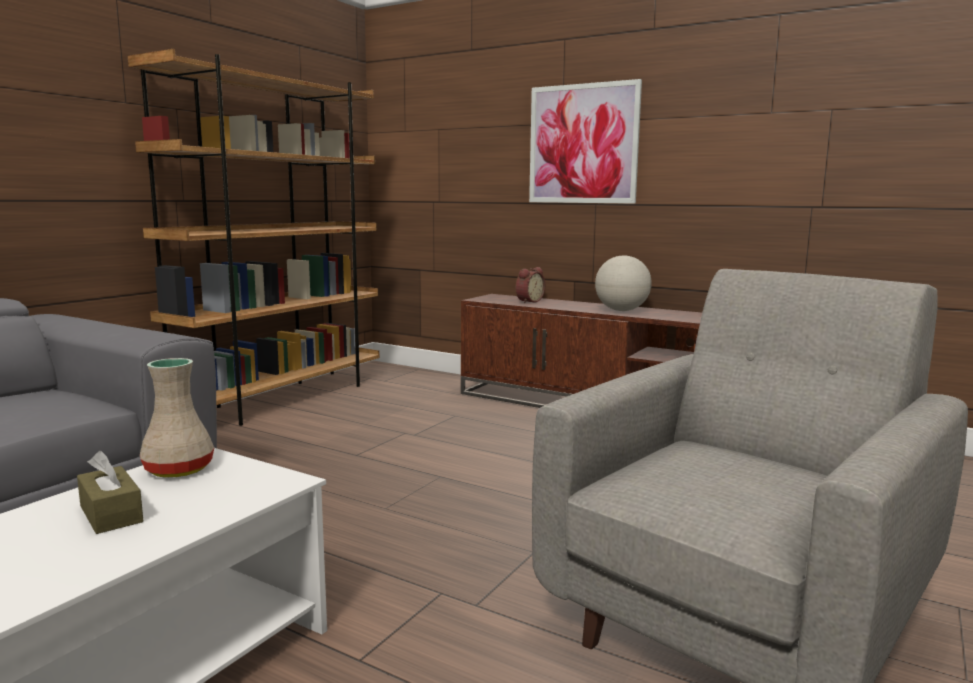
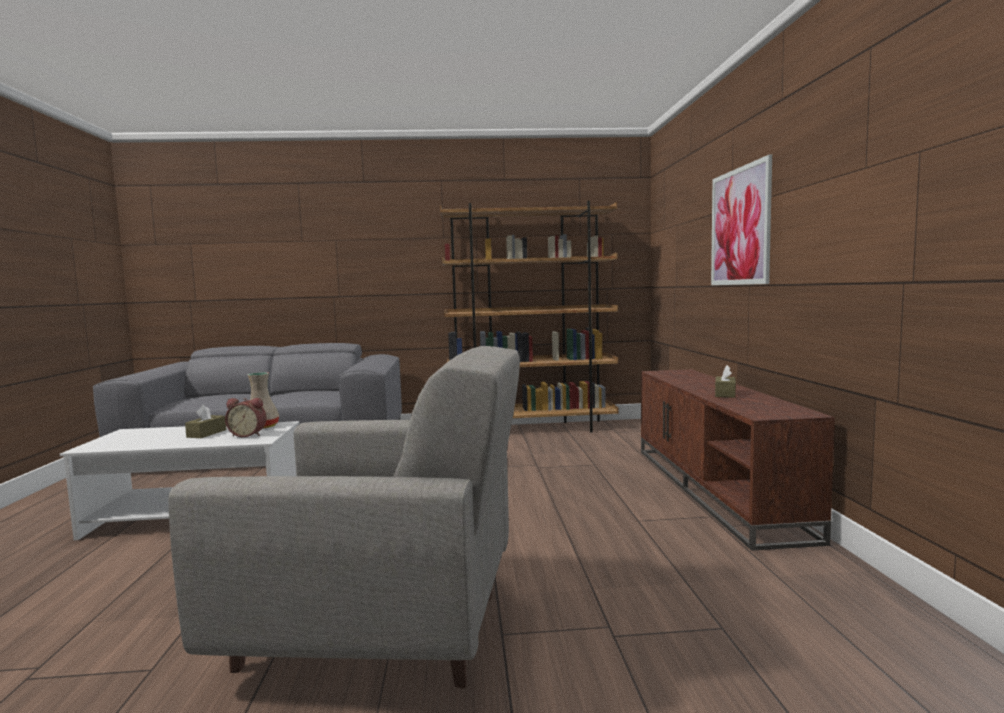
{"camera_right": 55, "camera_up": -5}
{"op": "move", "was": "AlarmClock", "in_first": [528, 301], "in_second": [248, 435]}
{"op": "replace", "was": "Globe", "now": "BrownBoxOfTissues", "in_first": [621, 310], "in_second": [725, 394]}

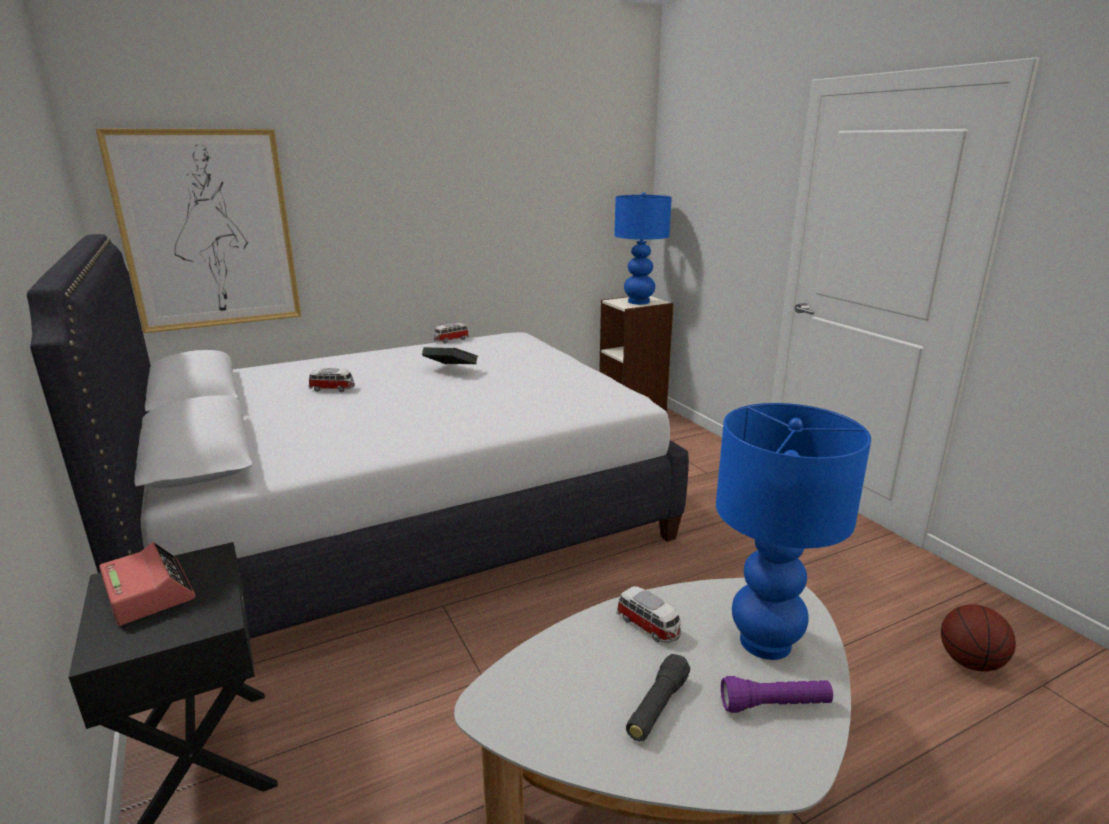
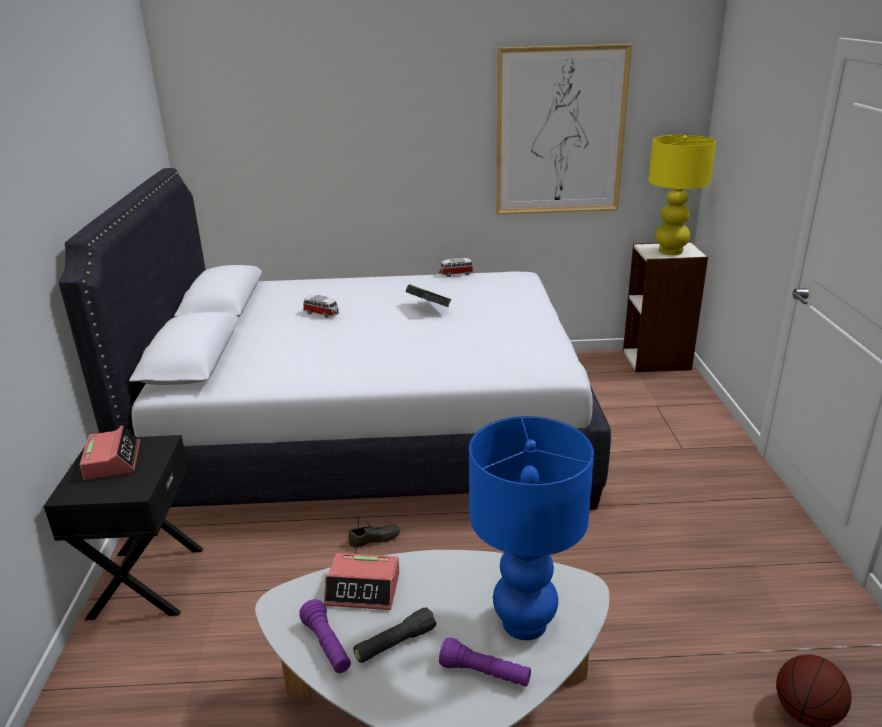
{"camera_right": 25, "camera_up": 5}
{"op": "insert", "now": "PurplishHandTorch", "in_second": [327, 646]}
{"op": "insert", "now": "AlarmClock", "in_second": [363, 589]}
{"op": "insert", "now": "GreyShoe", "in_second": [375, 540]}
{"op": "move", "was": "WallArt", "in_first": [208, 231], "in_second": [560, 132]}
{"op": "recolor", "was": "BluishTabletopLamp", "now": "YellowishTabletopLamp", "in_first": [639, 302], "in_second": [671, 251]}
{"op": "delete", "was": "ModelCar", "in_first": [649, 626]}

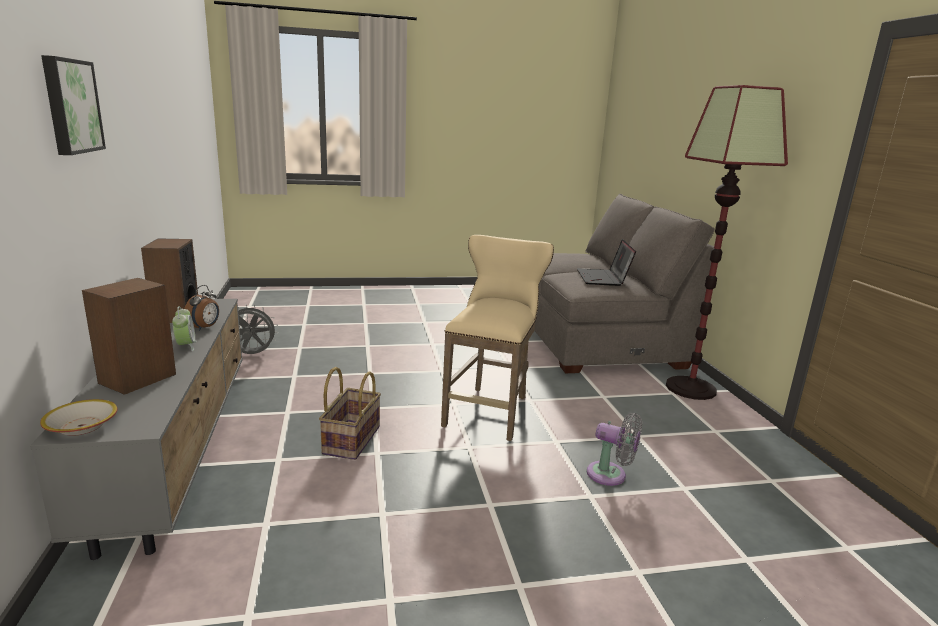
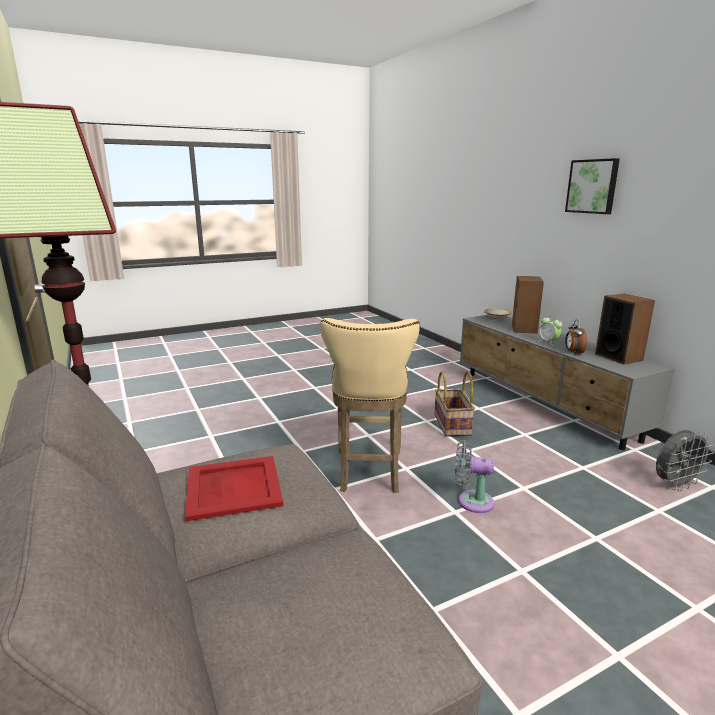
{"camera_right": 165, "camera_up": 0}
{"op": "replace", "was": "Laptop", "now": "RedTray", "in_first": [603, 278], "in_second": [232, 487]}
{"op": "move", "was": "GreyElectricFan", "in_first": [610, 475], "in_second": [471, 501]}

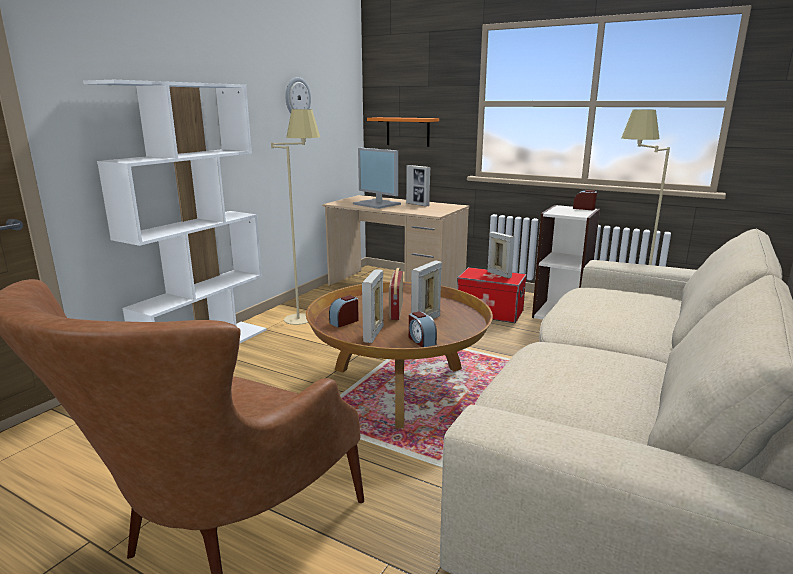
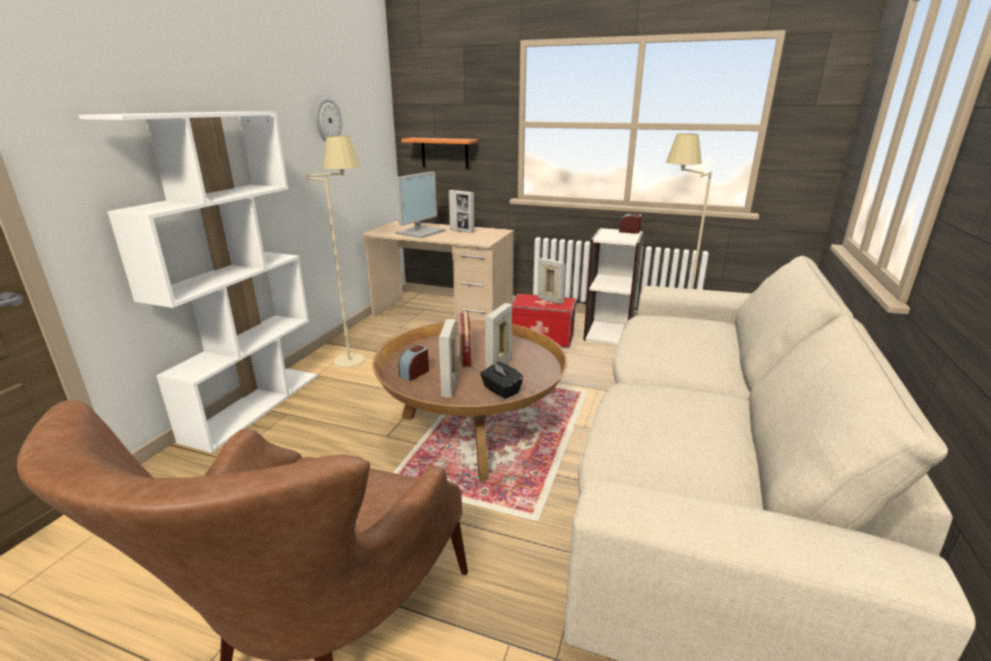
{"camera_right": -10, "camera_up": 5}
{"op": "rotate", "was": "Monitor", "in_first": [378, 204], "in_second": [420, 232], "clockwise": -90}
{"op": "replace", "was": "AlarmClock", "now": "BlackColouredBoxOfTissues", "in_first": [421, 340], "in_second": [501, 390]}

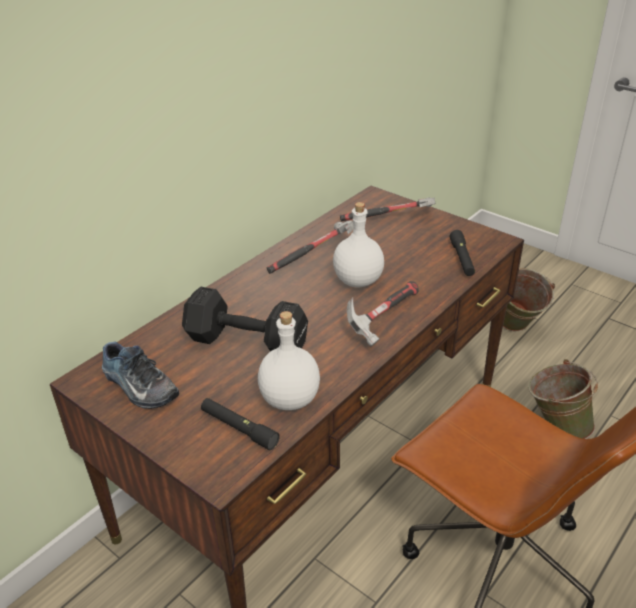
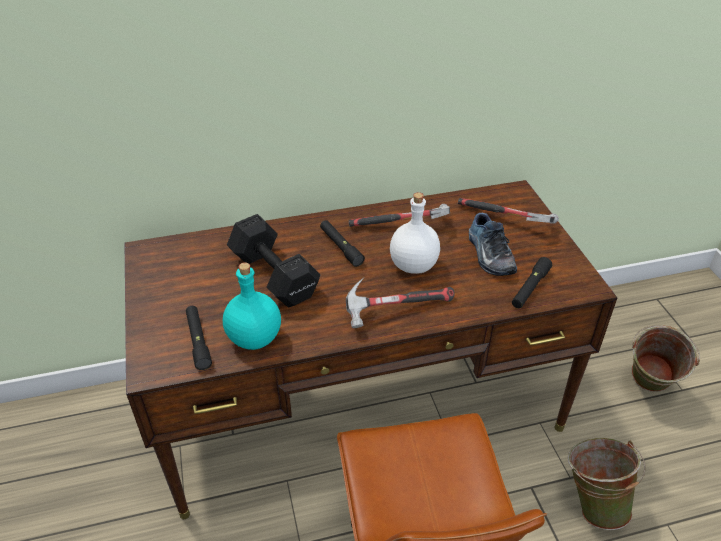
{"camera_right": 35, "camera_up": 5}
{"op": "recolor", "was": "WhiteColouredBeverageBottle", "now": "TurquoiseBeverageBottle", "in_first": [291, 399], "in_second": [255, 339]}
{"op": "insert", "now": "BlackColouredHandTorch", "in_second": [341, 247]}
{"op": "move", "was": "Shoe", "in_first": [138, 387], "in_second": [488, 254]}

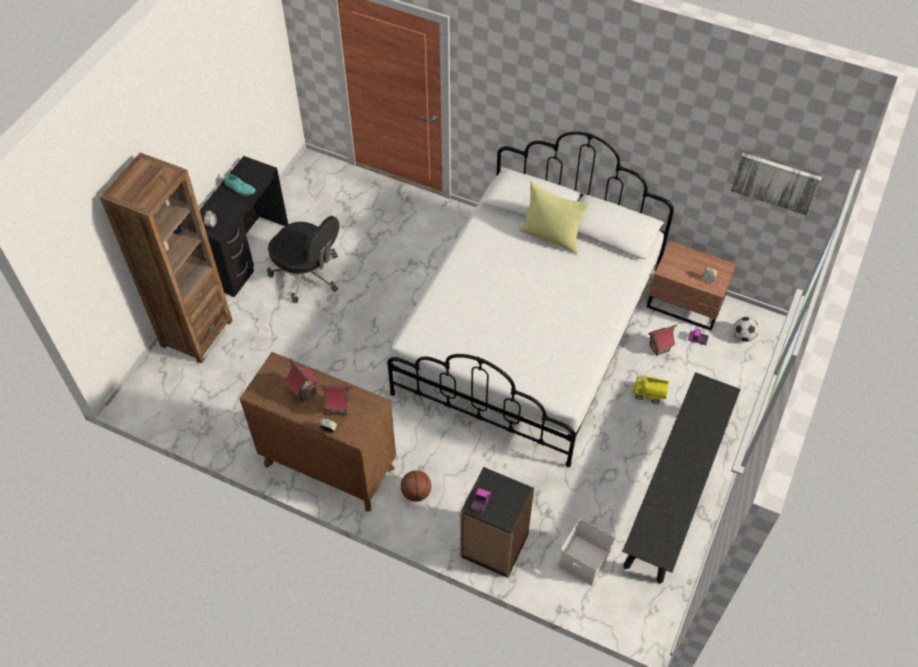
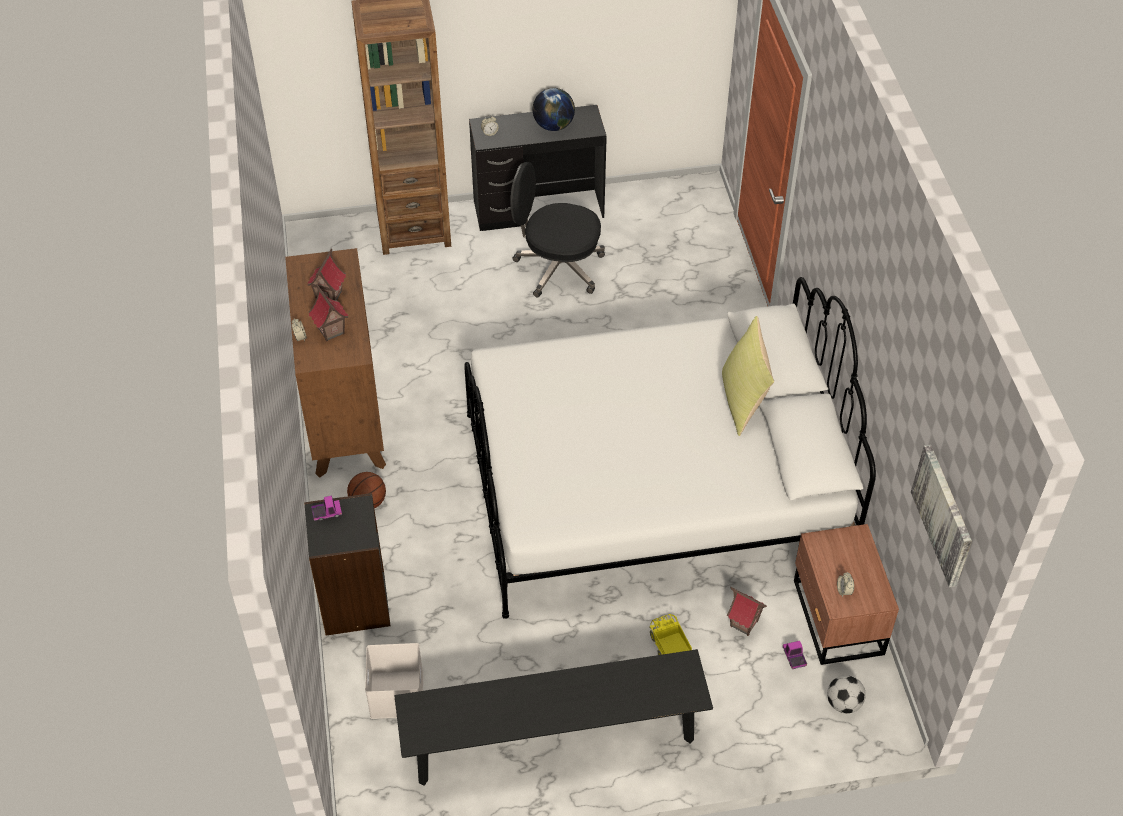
{"camera_right": 55, "camera_up": -5}
{"op": "rotate", "was": "BlackColouredDeskChair", "in_first": [308, 275], "in_second": [557, 267], "clockwise": 105}
{"op": "replace", "was": "TurquoiseShoe", "now": "Globe", "in_first": [240, 188], "in_second": [553, 126]}

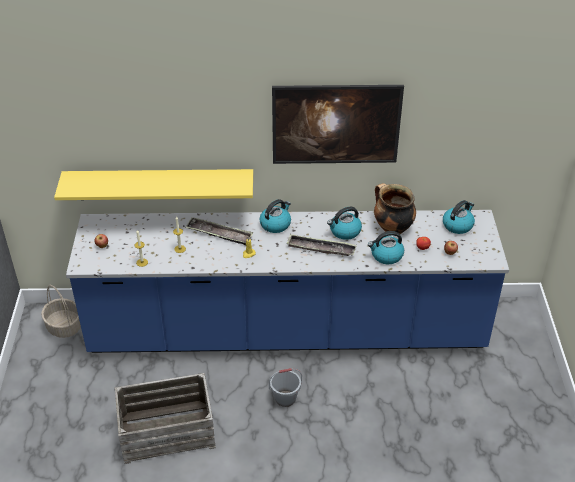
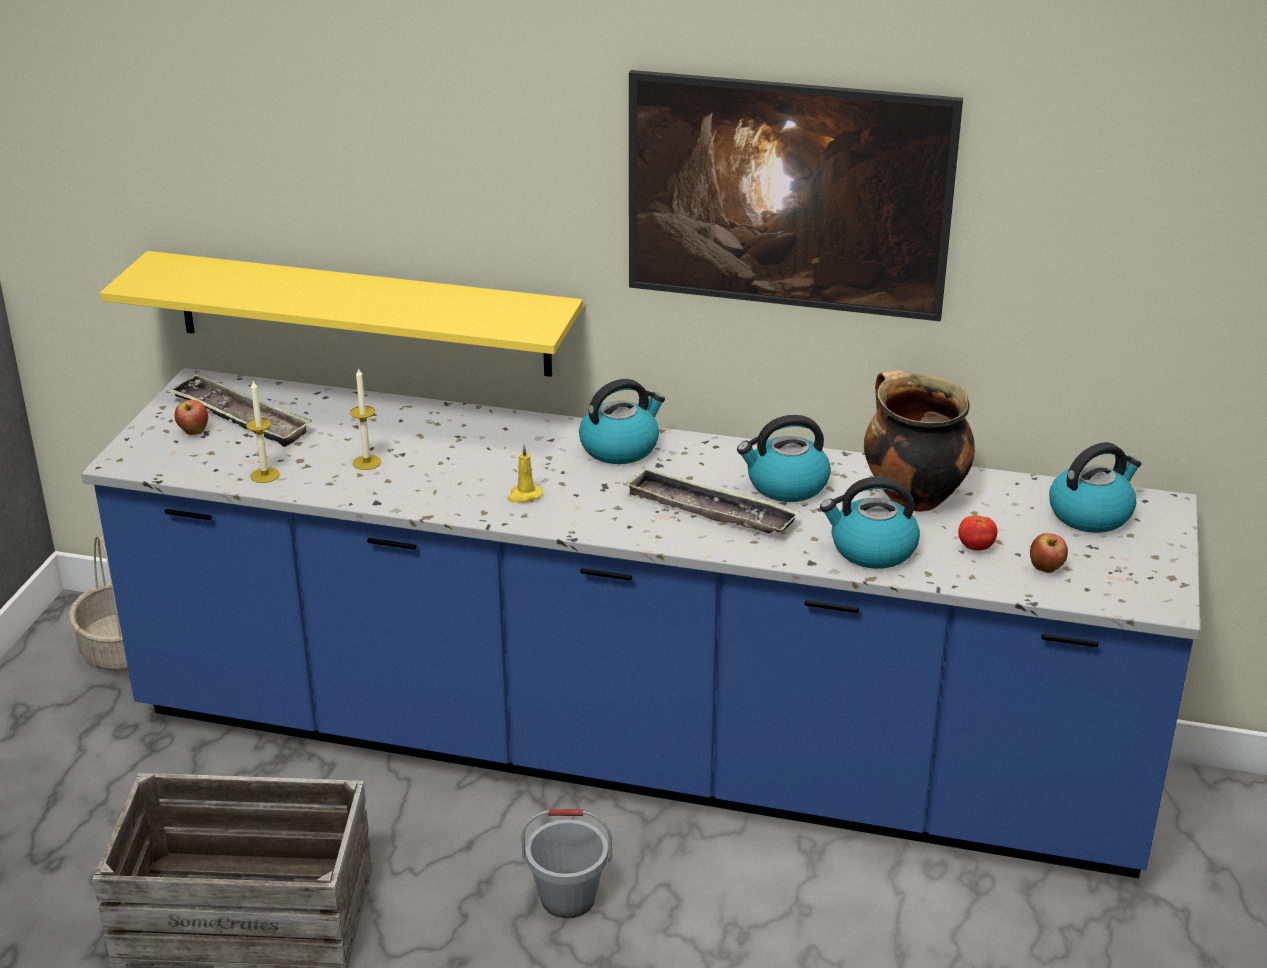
{"camera_right": 15, "camera_up": -10}
{"op": "move", "was": "Tray", "in_first": [219, 234], "in_second": [240, 418]}

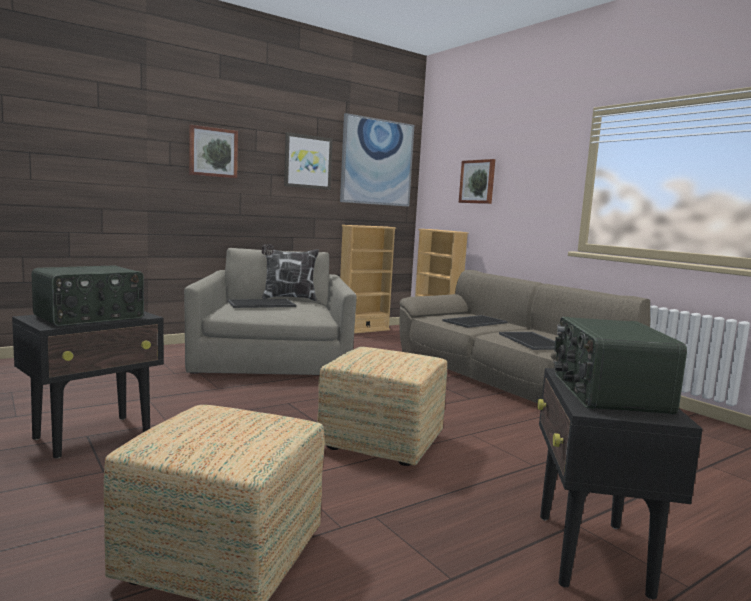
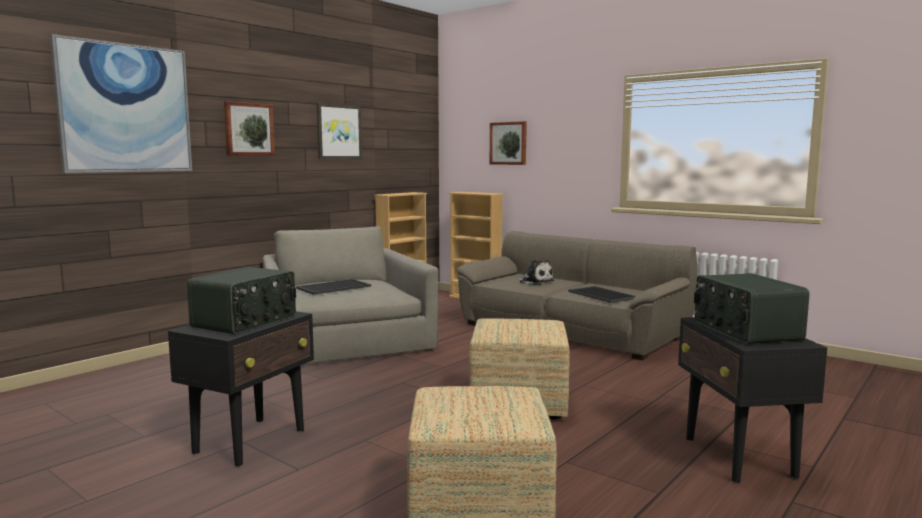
{"camera_right": -15, "camera_up": 0}
{"op": "move", "was": "WallArt", "in_first": [377, 162], "in_second": [125, 108]}
{"op": "replace", "was": "Tray", "now": "CuddlyToy", "in_first": [474, 321], "in_second": [535, 282]}
{"op": "delete", "was": "ThrowPillow", "in_first": [288, 298]}

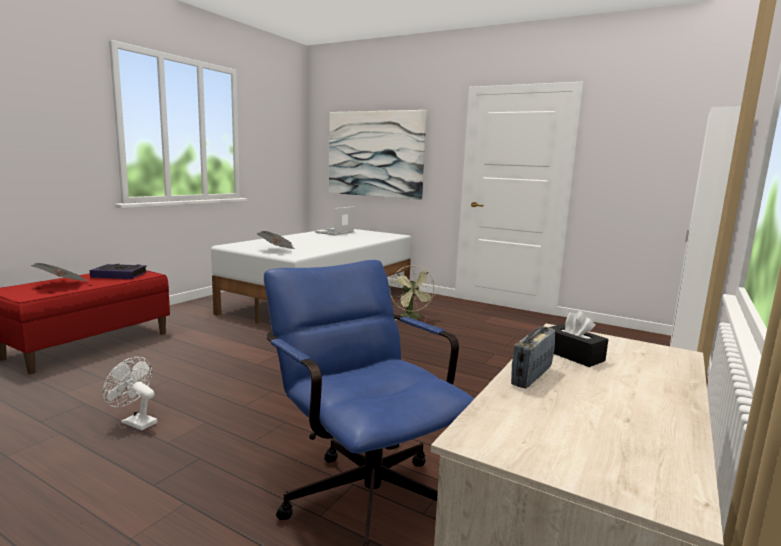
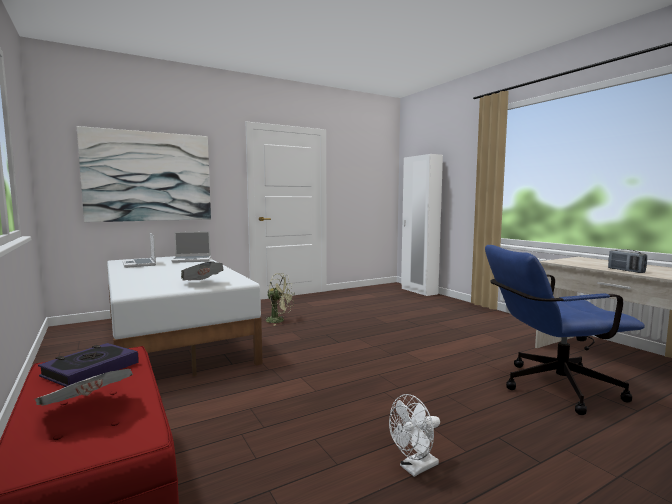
{"camera_right": -60, "camera_up": -5}
{"op": "insert", "now": "Laptop", "in_second": [192, 260]}
{"op": "delete", "was": "BlackColouredBoxOfTissues", "in_first": [573, 355]}

